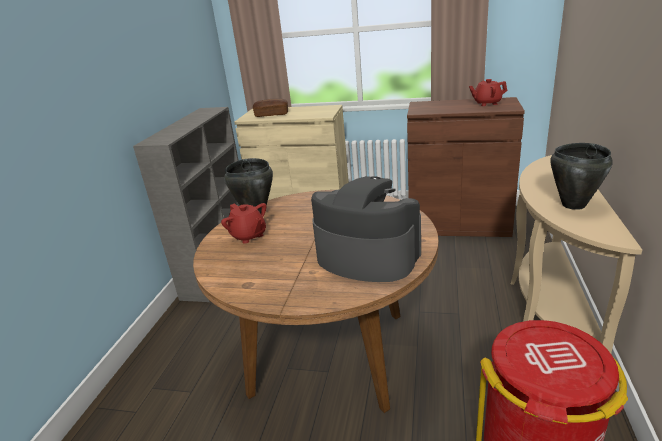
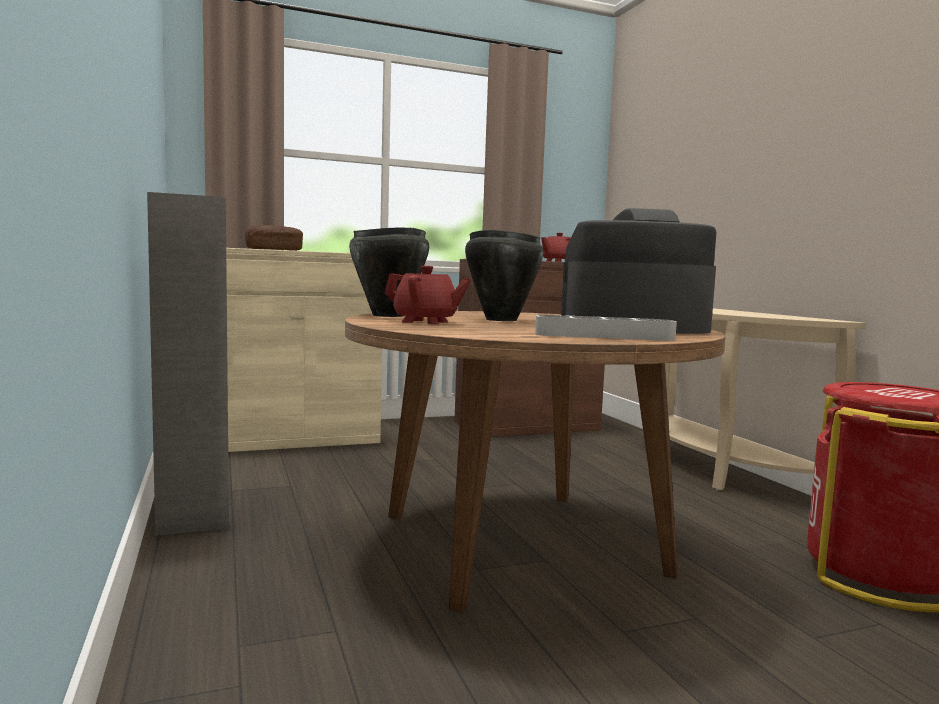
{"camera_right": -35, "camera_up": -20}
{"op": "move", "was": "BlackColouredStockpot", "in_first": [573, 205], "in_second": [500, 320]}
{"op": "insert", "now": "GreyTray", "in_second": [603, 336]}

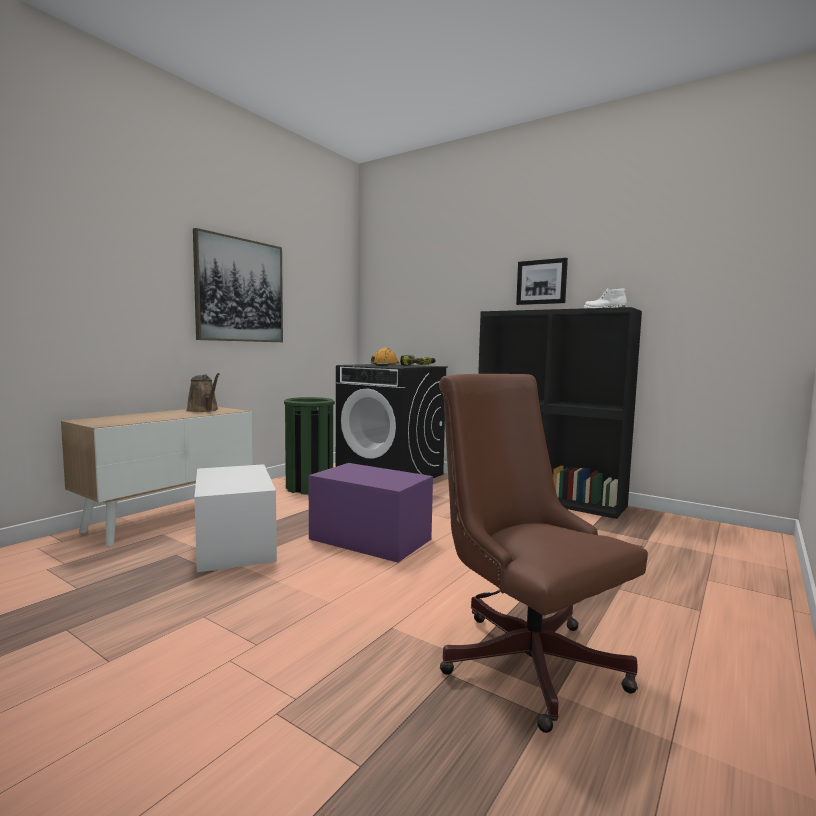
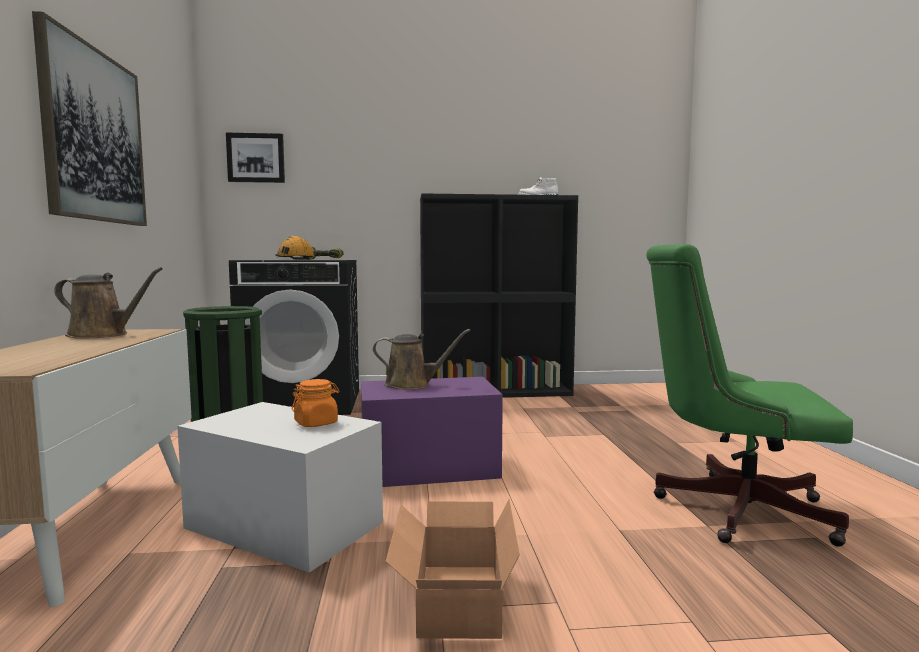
{"camera_right": -40, "camera_up": 0}
{"op": "move", "was": "WallArt", "in_first": [541, 282], "in_second": [256, 158]}
{"op": "insert", "now": "OrangeStorageJar", "in_second": [316, 423]}
{"op": "insert", "now": "BrownWateringPot", "in_second": [412, 385]}
{"op": "insert", "now": "CardboardBox", "in_second": [454, 601]}
{"op": "recolor", "was": "BrownDeskChair", "now": "GreenDeskChair", "in_first": [524, 656], "in_second": [731, 508]}

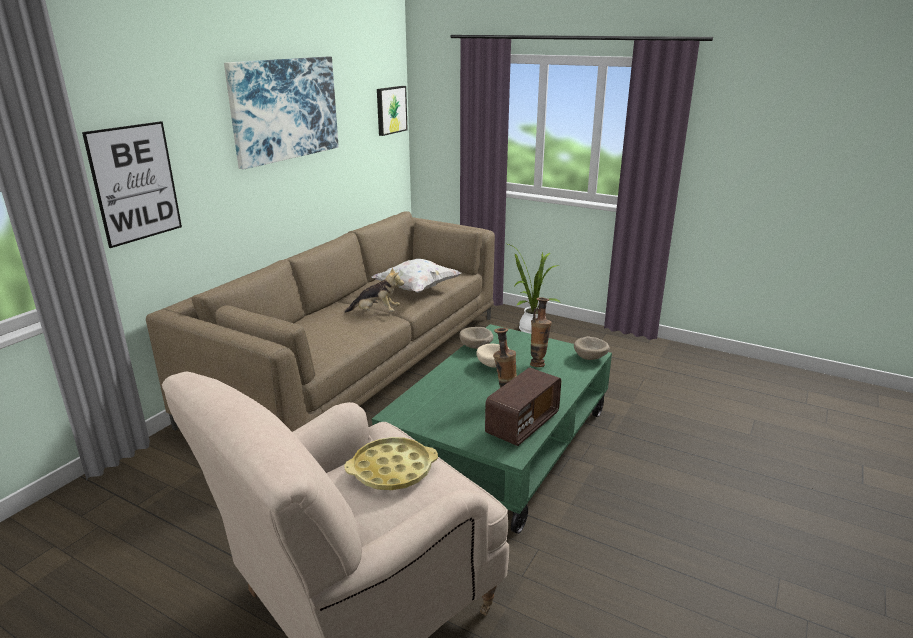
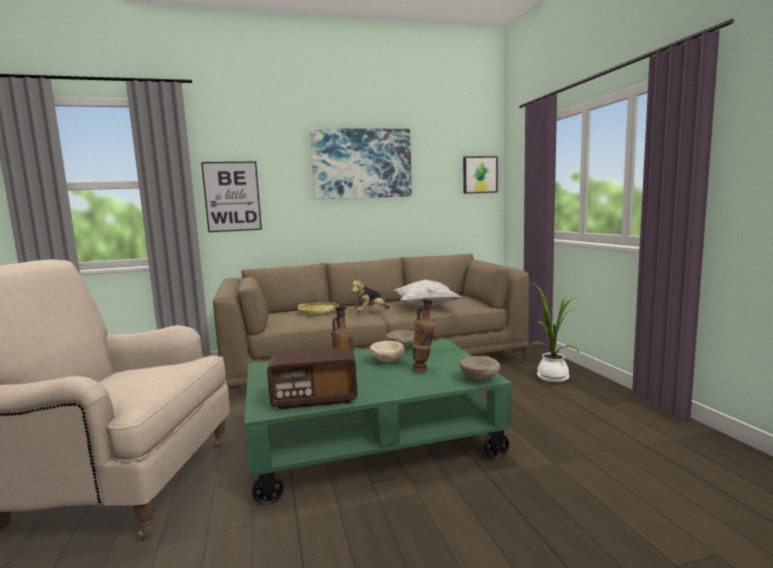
{"camera_right": 45, "camera_up": -15}
{"op": "move", "was": "YellowishTray", "in_first": [392, 470], "in_second": [318, 312]}
{"op": "rotate", "was": "CuddlyToy", "in_first": [376, 313], "in_second": [369, 312], "clockwise": 90}

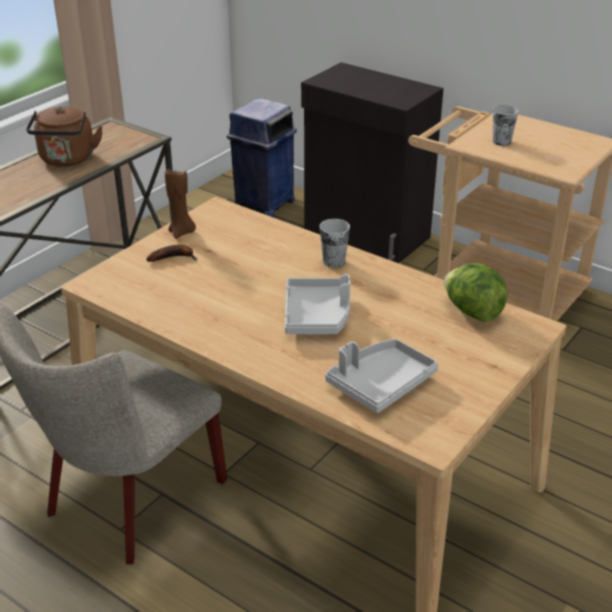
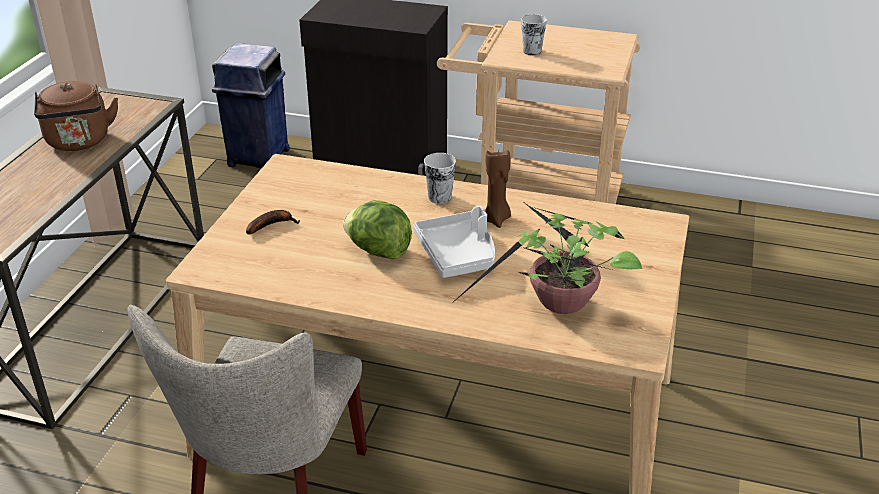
{"camera_right": -20, "camera_up": 0}
{"op": "move", "was": "HeadOfLettuce", "in_first": [472, 312], "in_second": [378, 251]}
{"op": "replace", "was": "GreyTray", "now": "Houseplant", "in_first": [380, 384], "in_second": [558, 306]}
{"op": "move", "was": "BrownWaxCandle", "in_first": [182, 232], "in_second": [496, 219]}

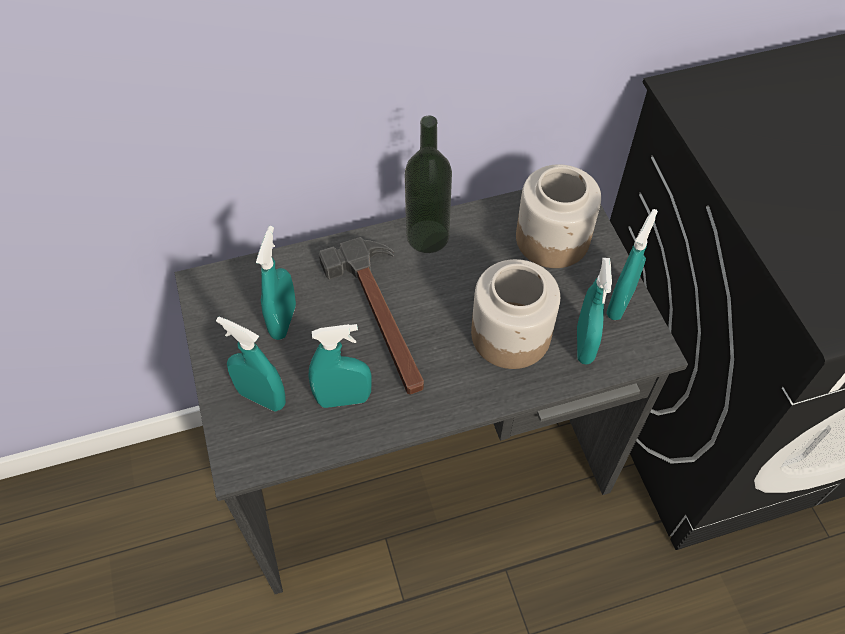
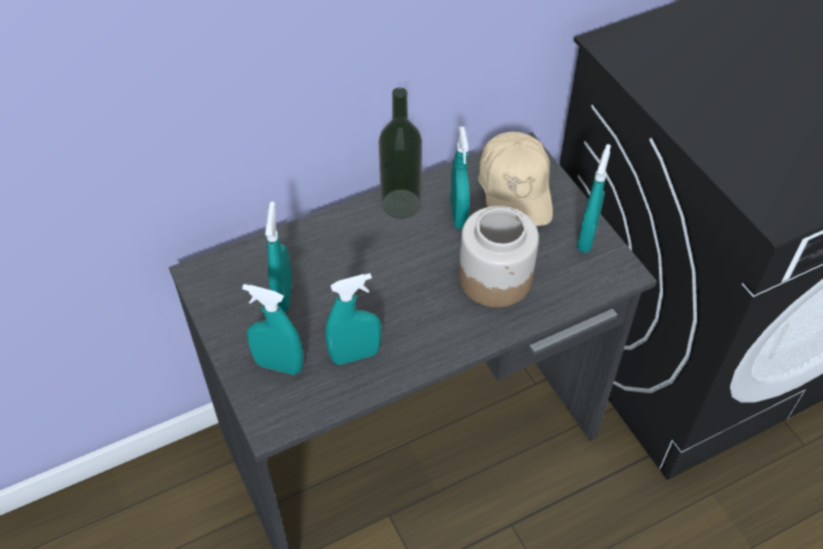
{"camera_right": -10, "camera_up": -5}
{"op": "move", "was": "TurquoiseSprayBottle", "in_first": [584, 345], "in_second": [458, 215]}
{"op": "replace", "was": "StorageJar", "now": "BeigeColouredPeakedCap", "in_first": [553, 238], "in_second": [515, 190]}
{"op": "delete", "was": "HandHammer", "in_first": [382, 318]}

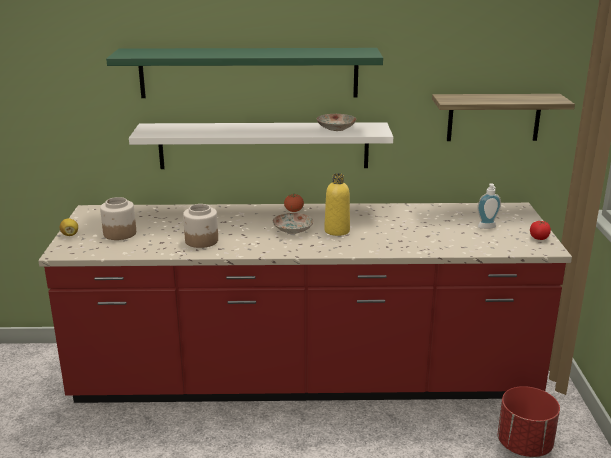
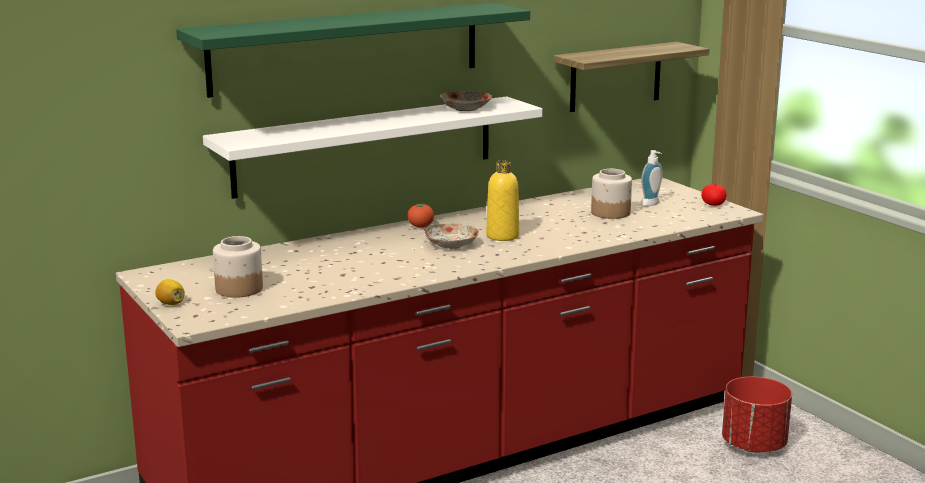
{"camera_right": -30, "camera_up": -5}
{"op": "move", "was": "StorageJar", "in_first": [202, 241], "in_second": [611, 213]}

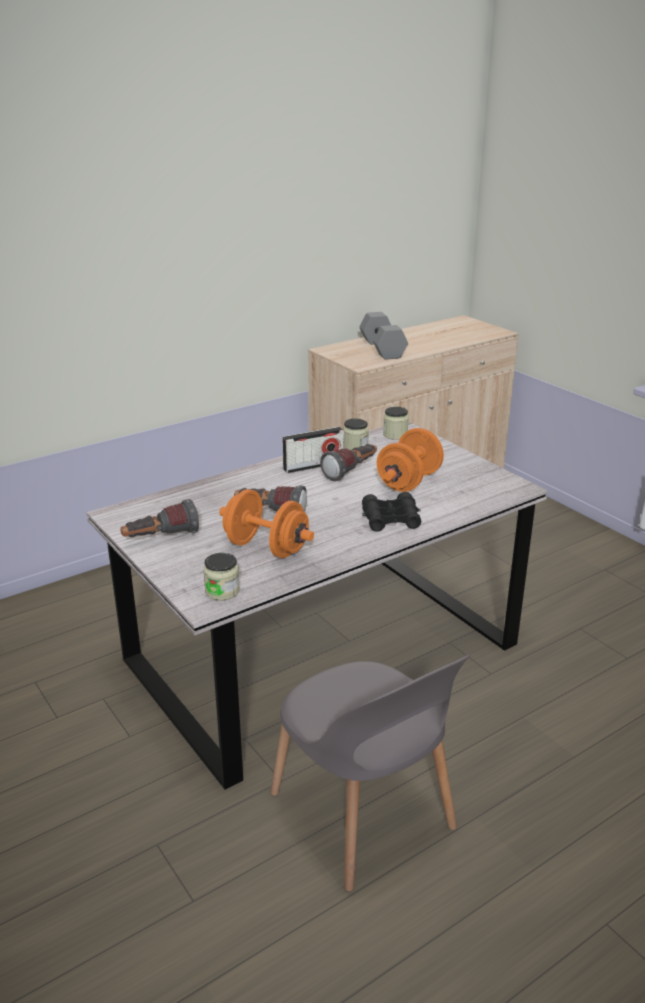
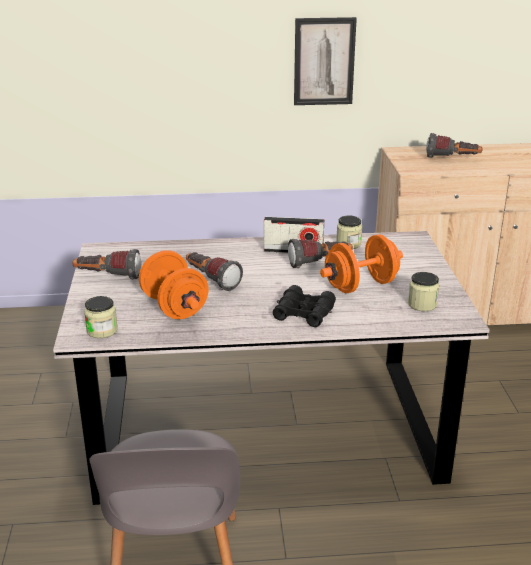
{"camera_right": 30, "camera_up": 0}
{"op": "insert", "now": "WallArt", "in_second": [324, 61]}
{"op": "move", "was": "StorageJar", "in_first": [395, 435], "in_second": [422, 304]}
{"op": "replace", "was": "GreyHandWeight", "now": "HandTorch", "in_first": [383, 349], "in_second": [452, 159]}

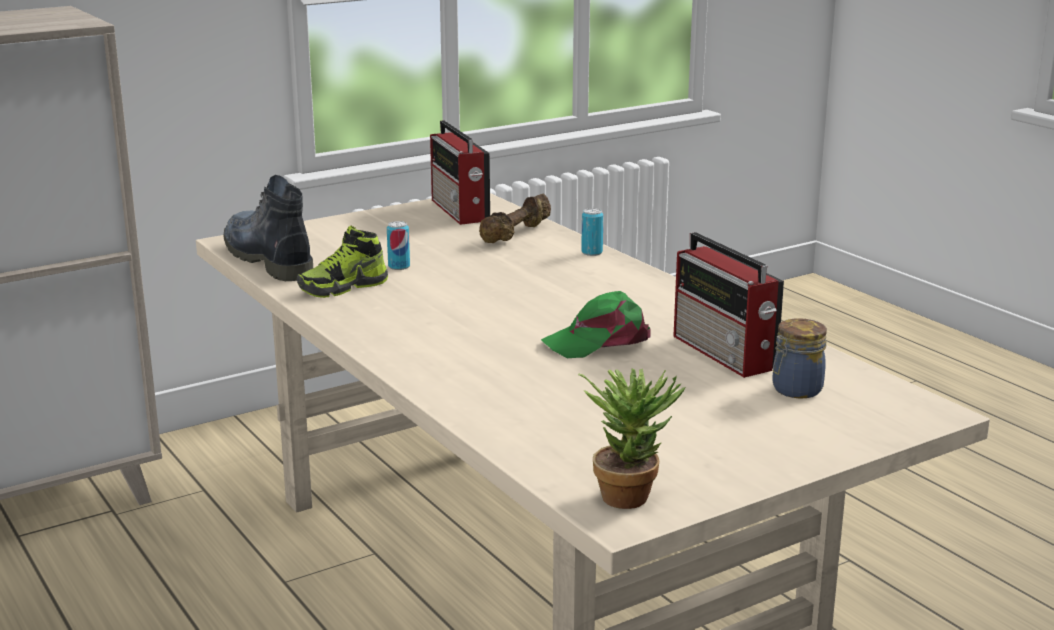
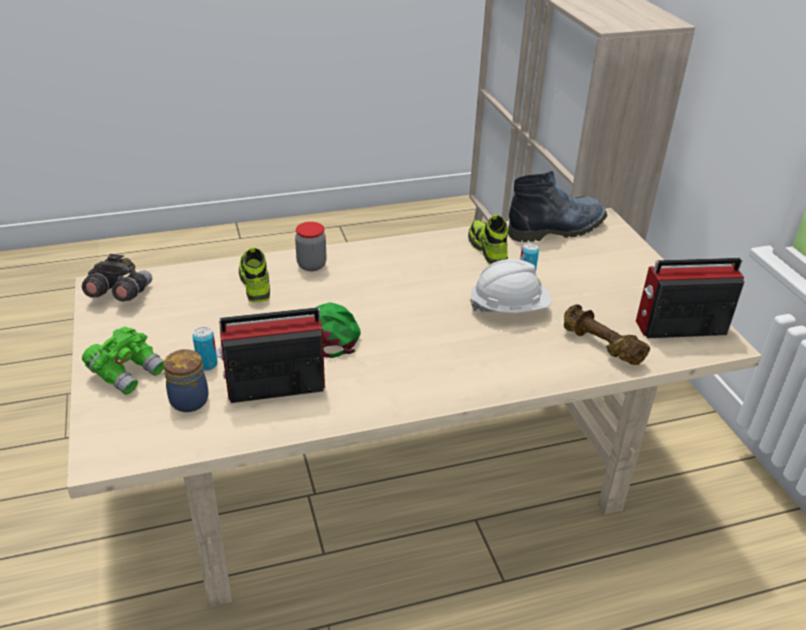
{"camera_right": 105, "camera_up": 15}
{"op": "replace", "was": "Houseplant", "now": "GreyFieldGlasses", "in_first": [631, 493], "in_second": [120, 295]}
{"op": "insert", "now": "GreenFieldGlasses", "in_second": [127, 372]}
{"op": "move", "was": "MetalCan", "in_first": [592, 252], "in_second": [207, 364]}
{"op": "insert", "now": "Shoe", "in_second": [254, 283]}
{"op": "insert", "now": "StorageJar", "in_second": [311, 265]}
{"op": "insert", "now": "WhiteColouredHardHat", "in_second": [509, 308]}

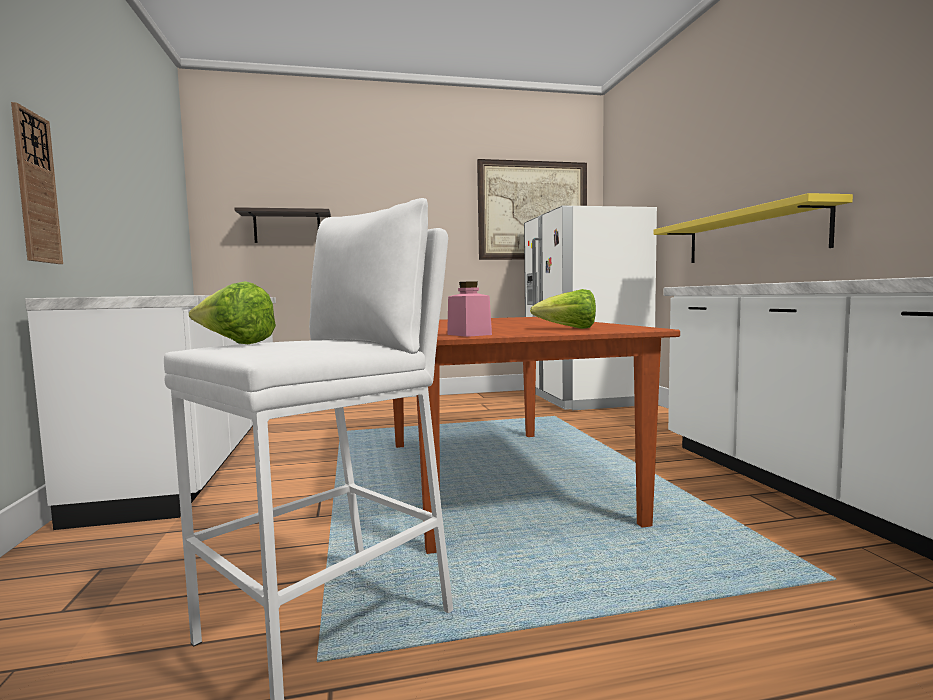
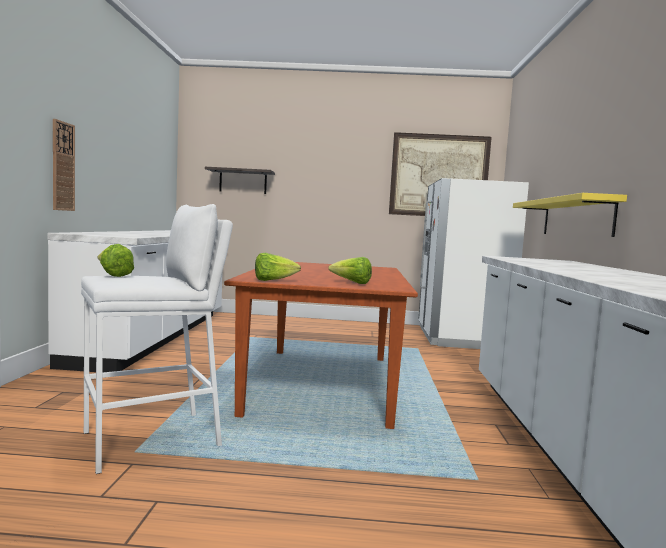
{"camera_right": 15, "camera_up": 0}
{"op": "replace", "was": "PinkishStorageJar", "now": "HeadOfLettuce", "in_first": [469, 334], "in_second": [273, 281]}

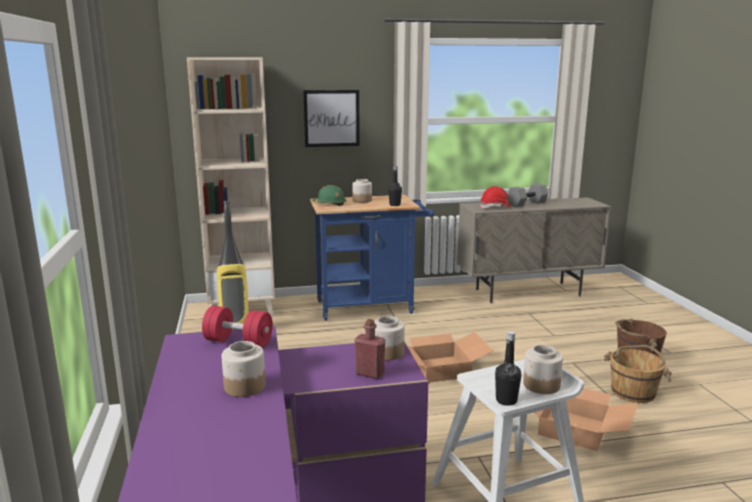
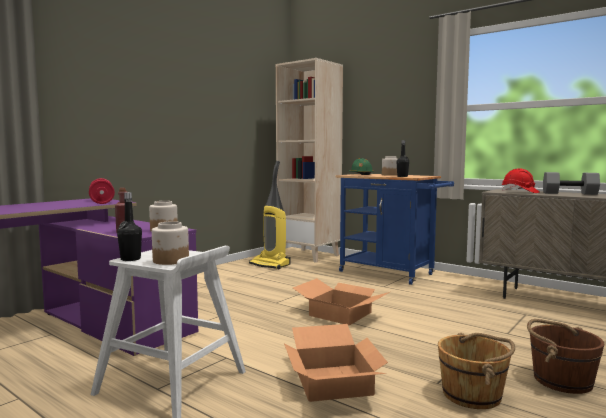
{"camera_right": 50, "camera_up": -10}
{"op": "delete", "was": "StorageJar", "in_first": [244, 387]}
{"op": "delete", "was": "WallArt", "in_first": [331, 118]}

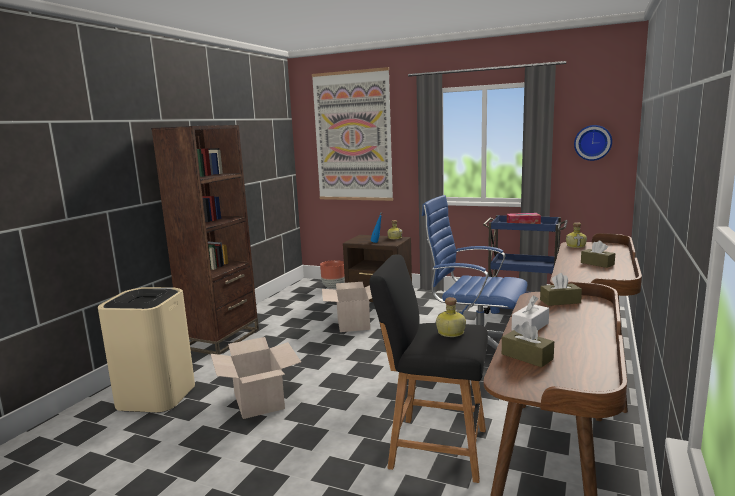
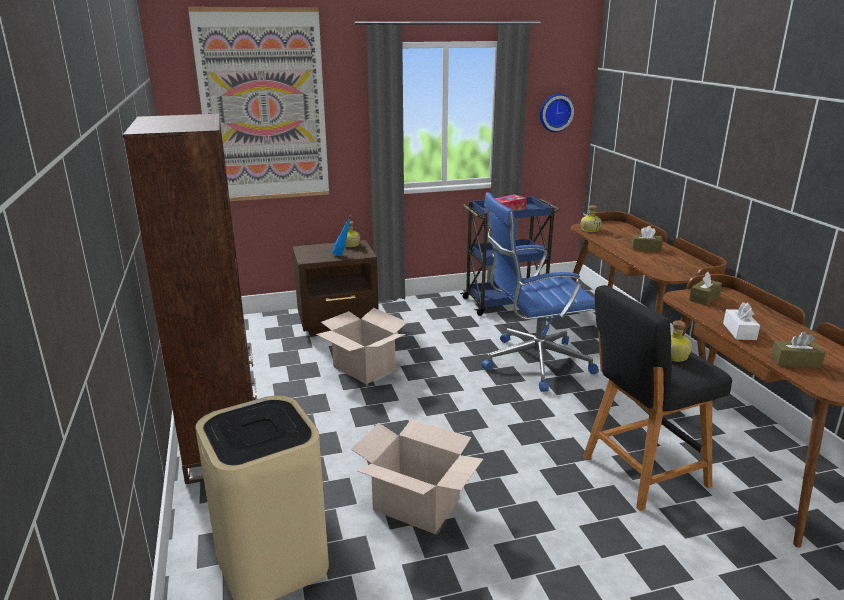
{"camera_right": -40, "camera_up": 10}
{"op": "delete", "was": "BrownPlantPot", "in_first": [334, 287]}

